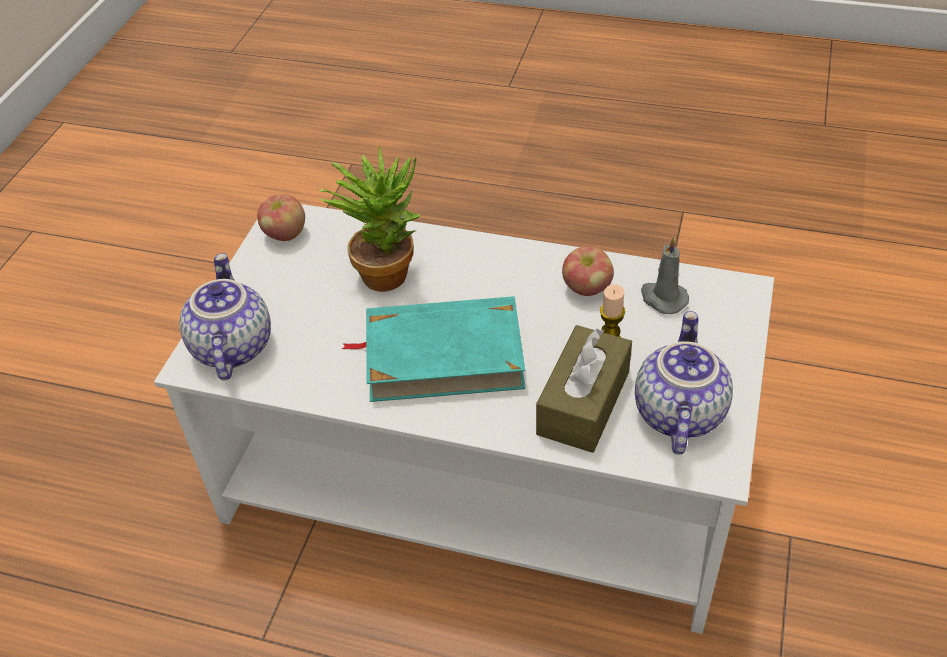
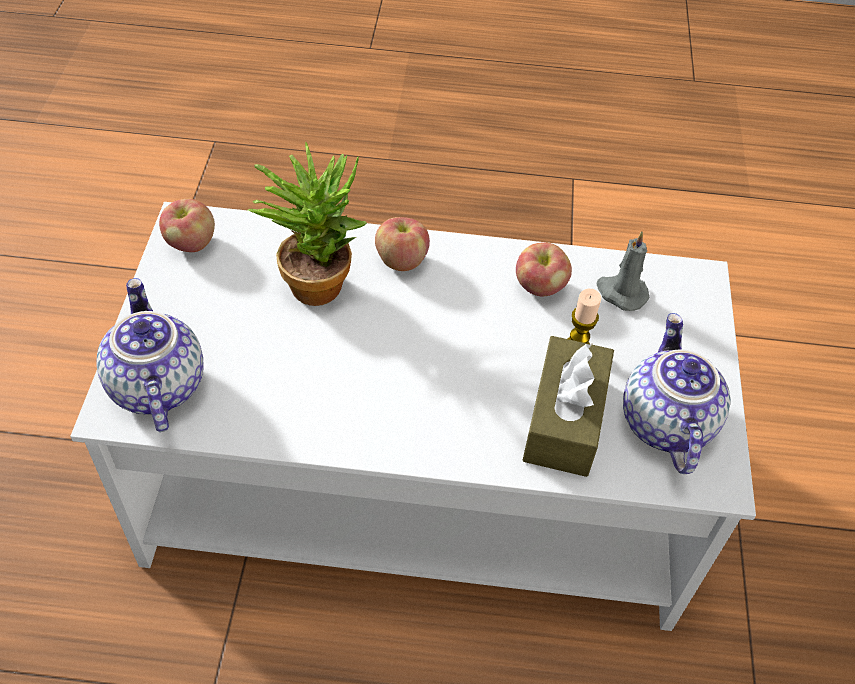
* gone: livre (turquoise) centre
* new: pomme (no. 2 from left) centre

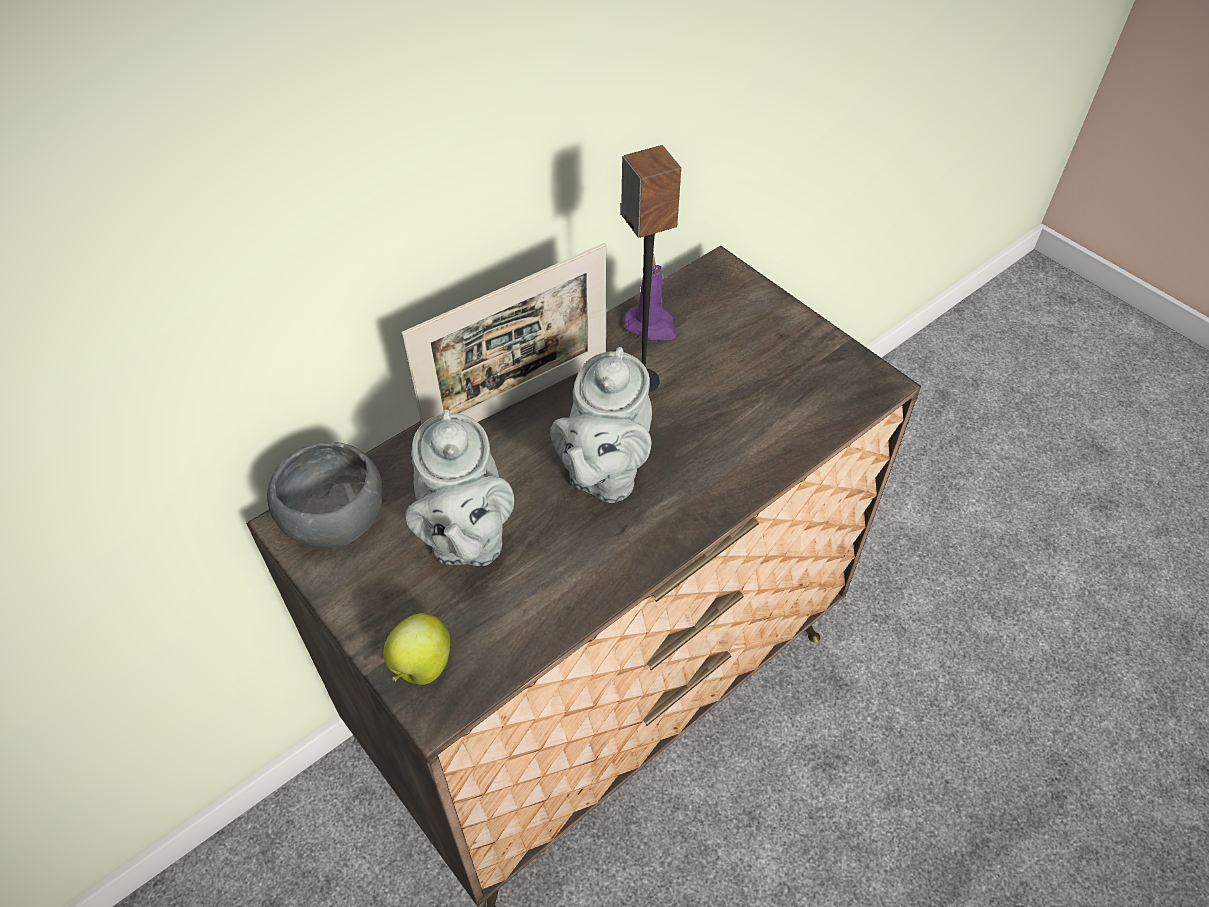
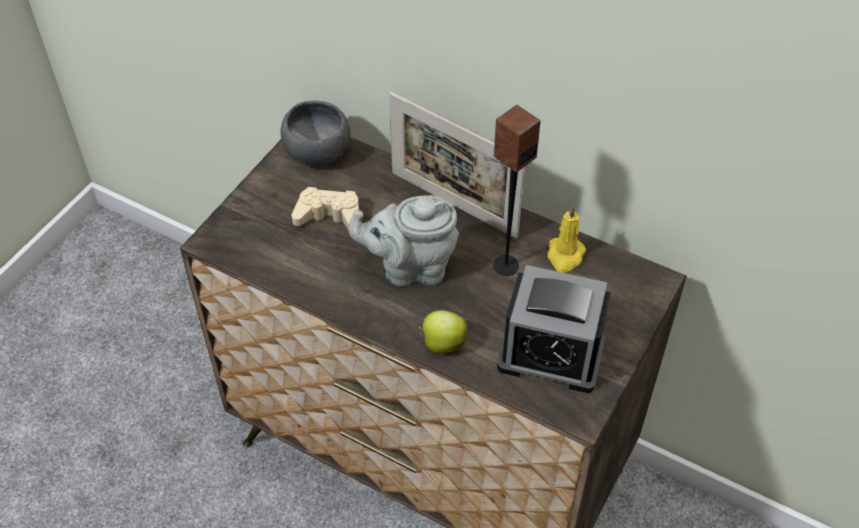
* shifted: pomme bottom centre to centre
* swapped: théière (gris) (no. 1 from left) centre to manette (beige) centre
* repainted: bougie (violet) top centre to bougie (jaune) centre
* new: réveil centre

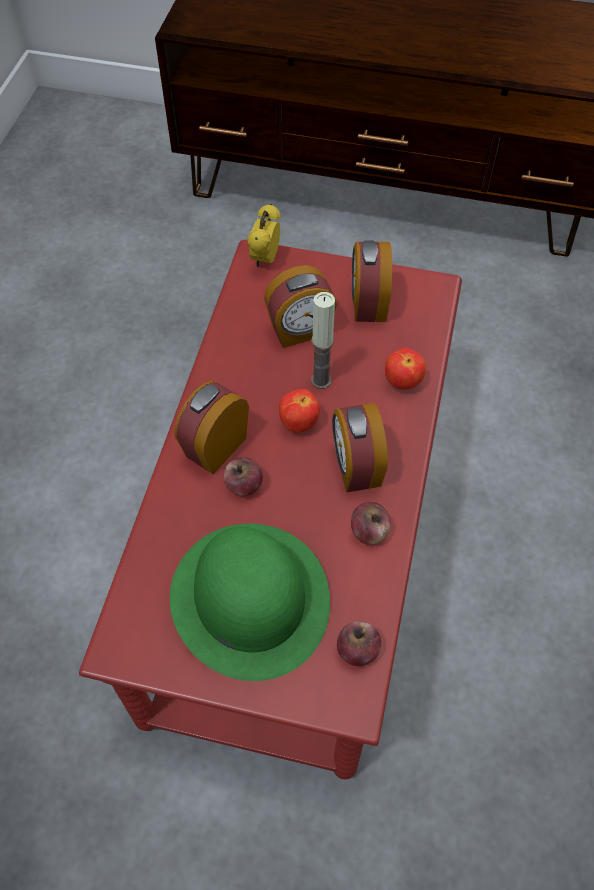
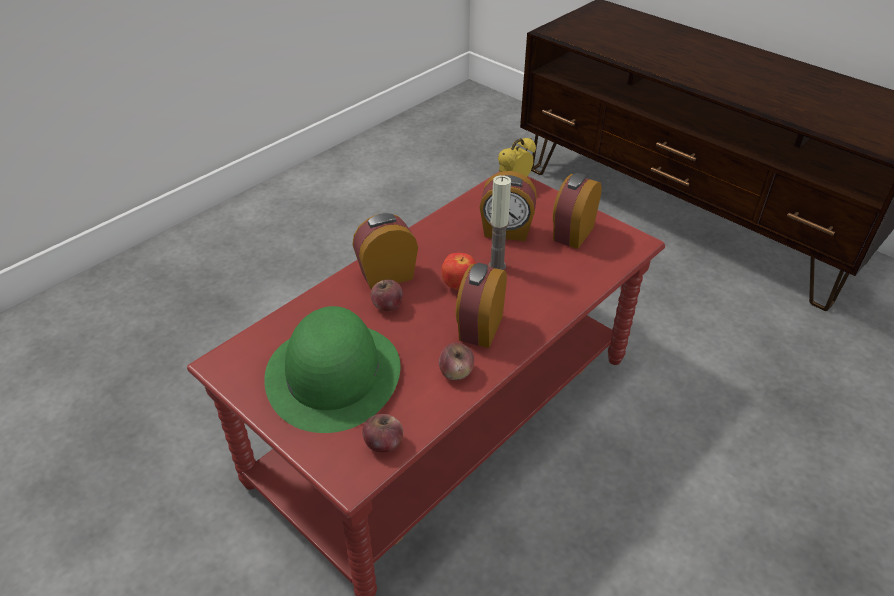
* gone: pomme (no. 5 from left) middle right

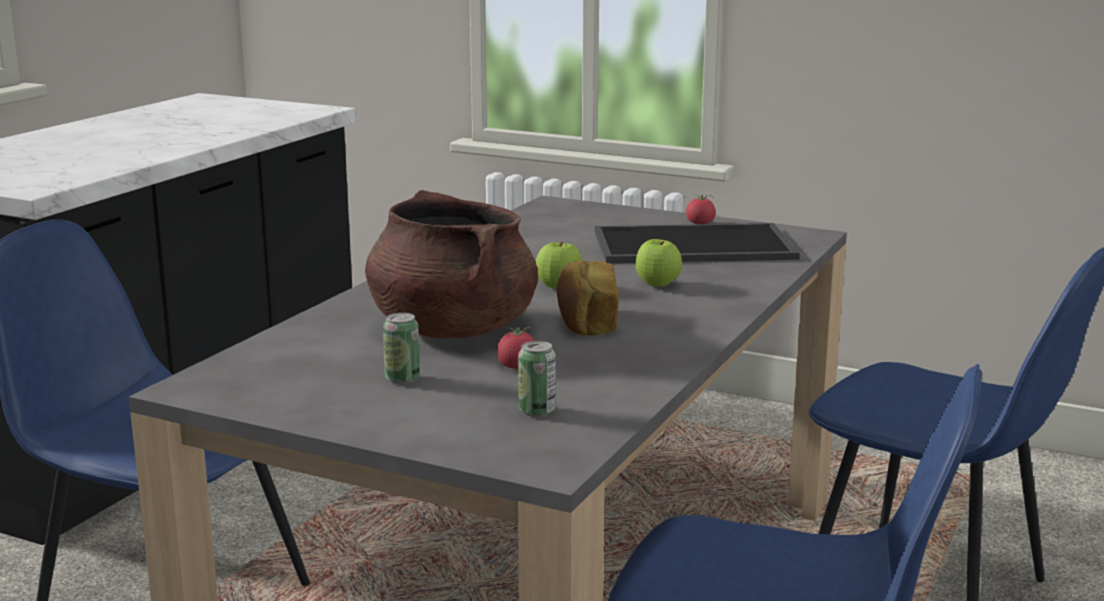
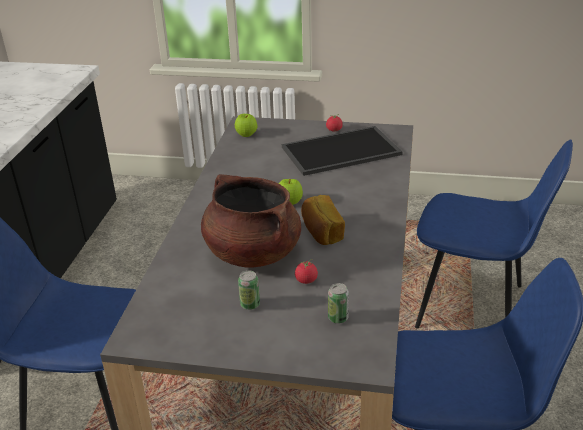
* shifted: pomme (no. 2 from left in the first image) centre to pomme (no. 1 from left) top centre

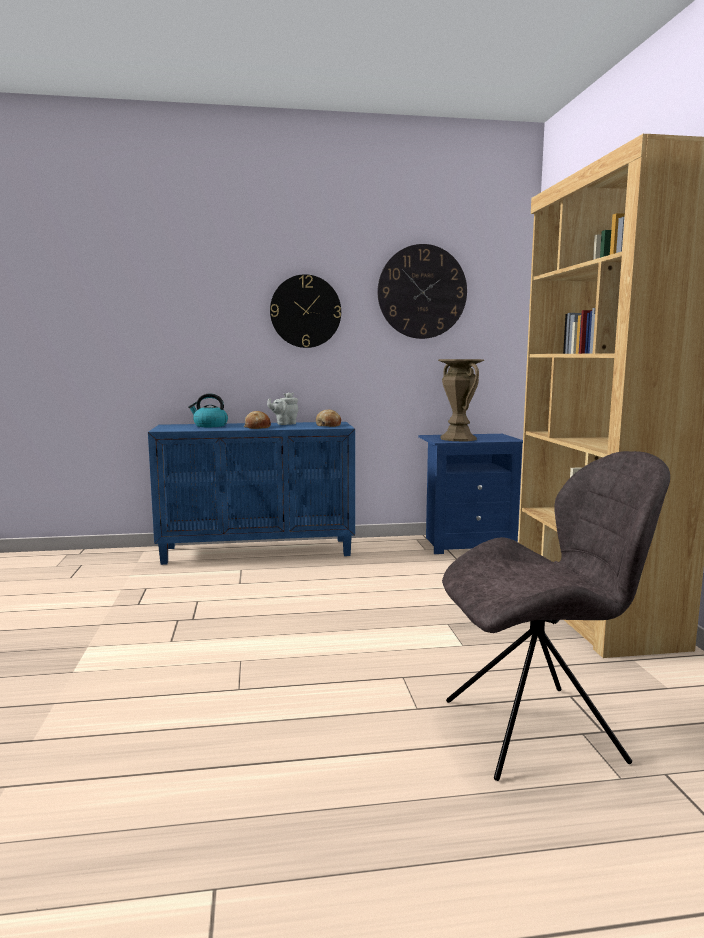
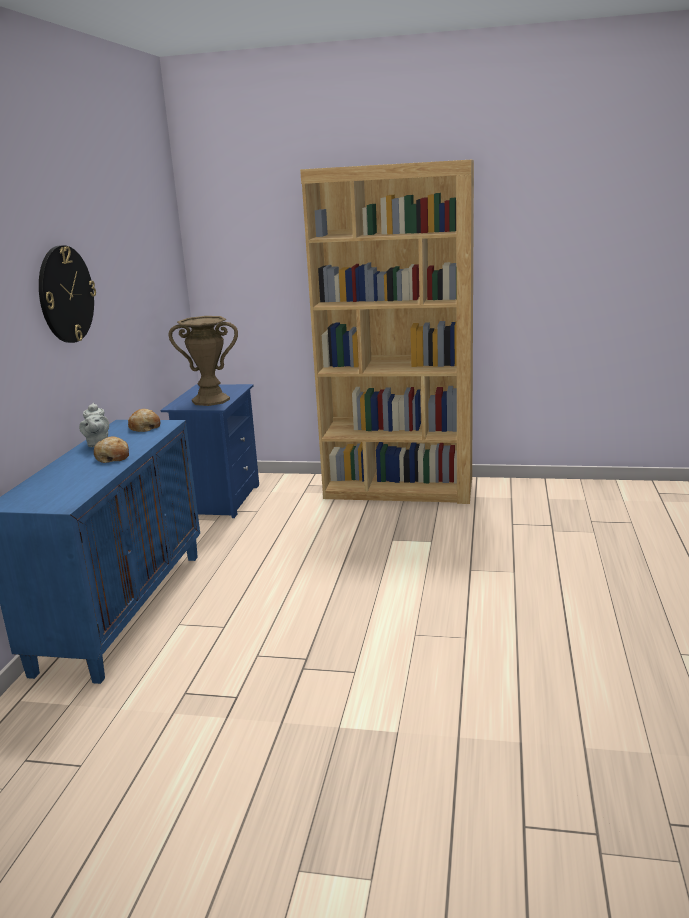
* gone: bouilloire middle left
* gone: horloge murale (no. 2 from left) top centre
* gone: chaise (gris) middle right

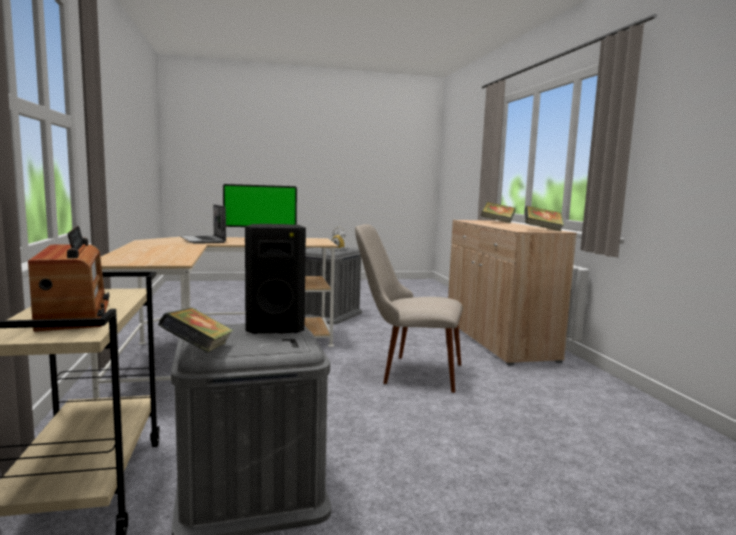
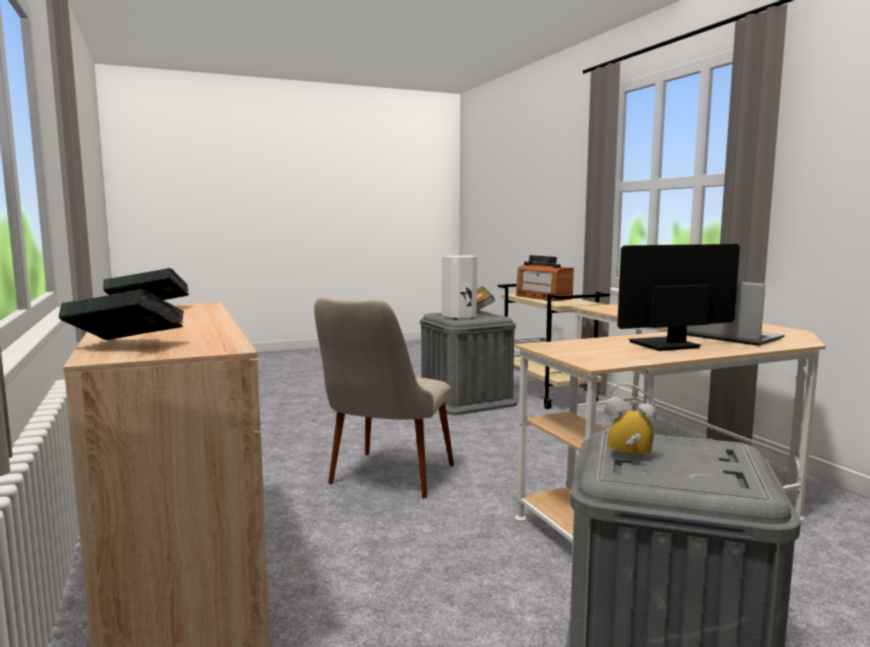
* repainted: enceinte (noir) centre to enceinte (blanc) centre
* rotated: chaise (beige) centre = centre 105 degrees clockwise

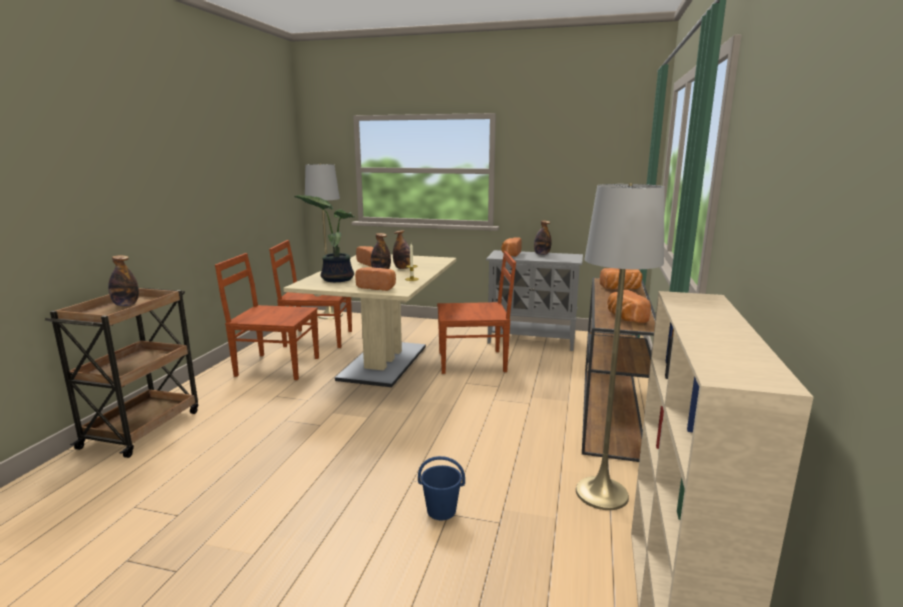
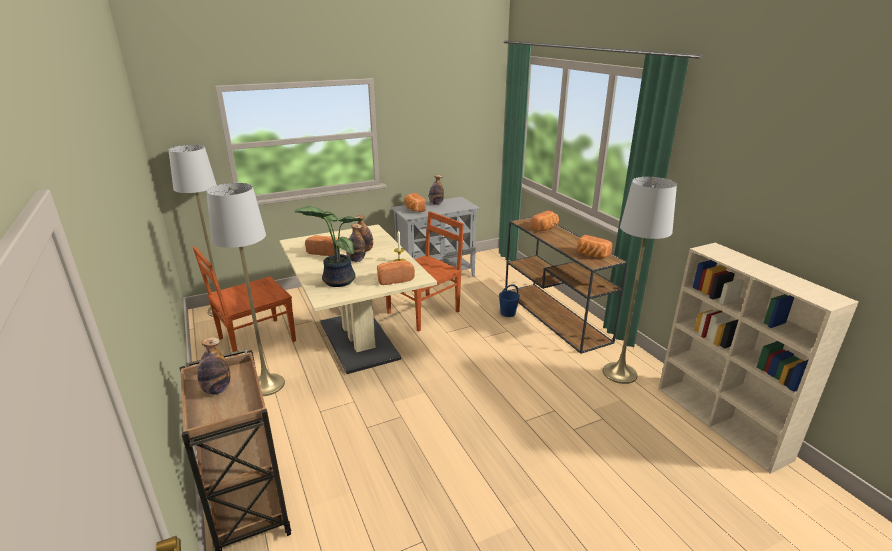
* swapped: chaise (marron) (no. 1 from left) middle left to lampadaire (gris) (no. 2 from left) middle left
* shifted: seau (bleu) bottom centre to centre

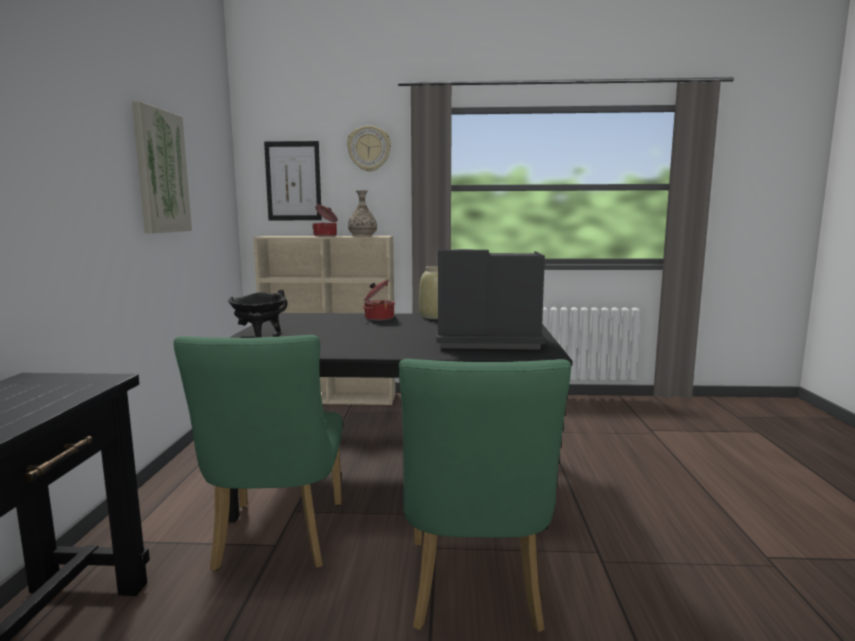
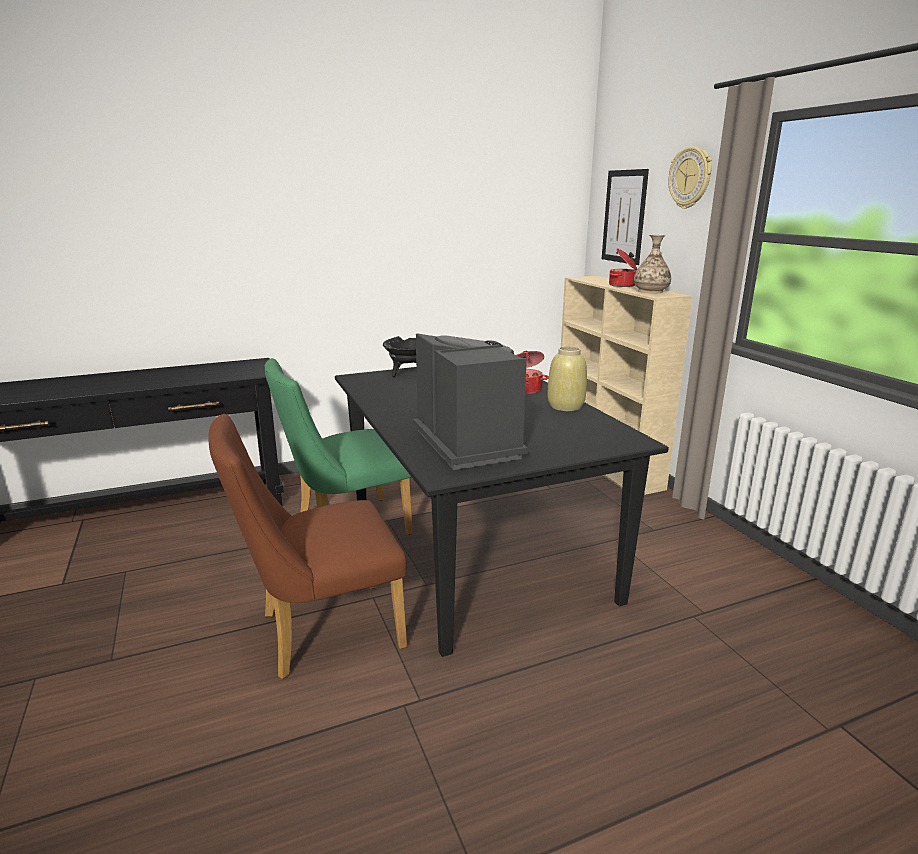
* gone: tableau (no. 1 from left) top left
* repainted: chaise (vert) (no. 2 from left) bottom centre to chaise (marron) centre

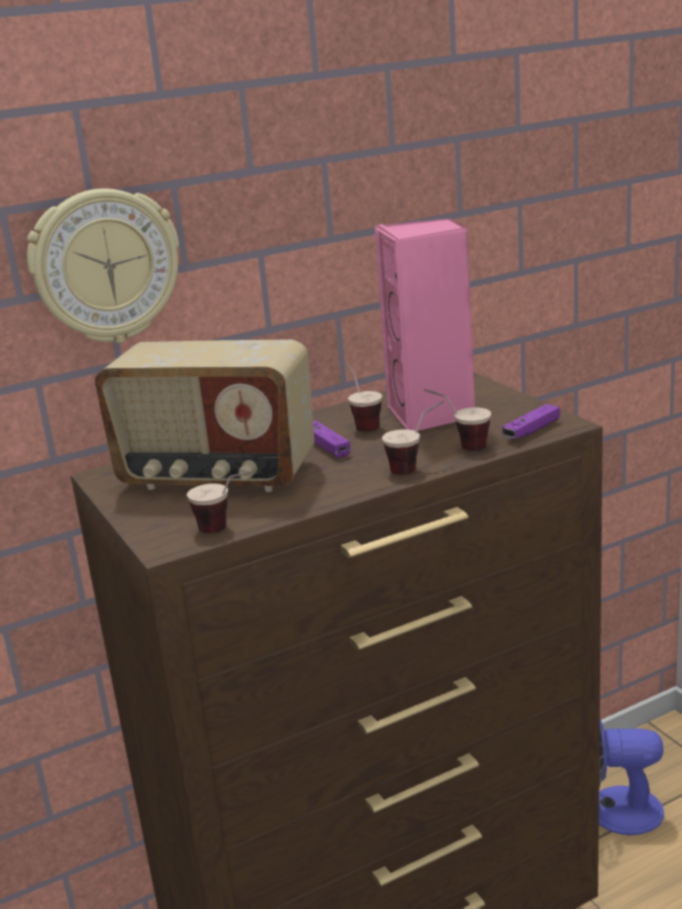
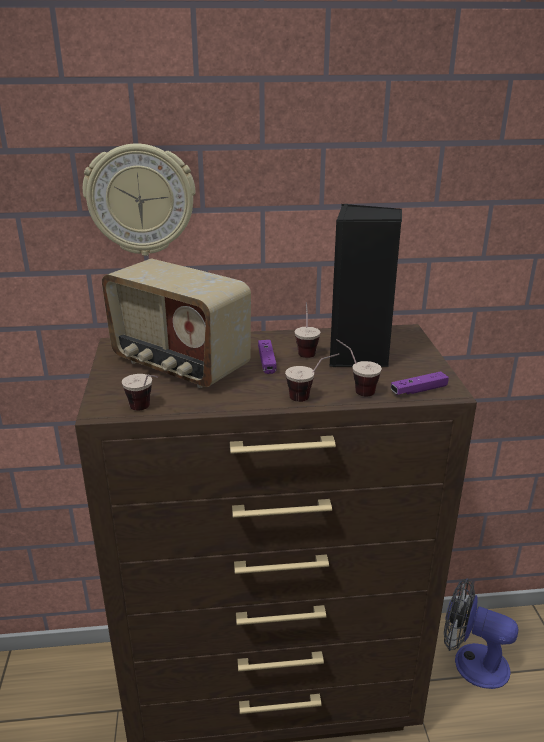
* repainted: enceinte (rose) centre to enceinte (noir) middle right

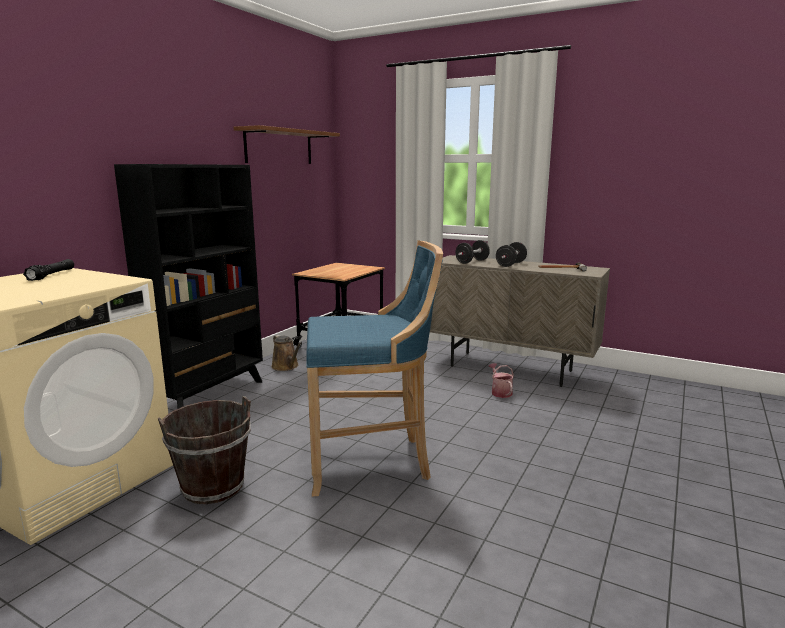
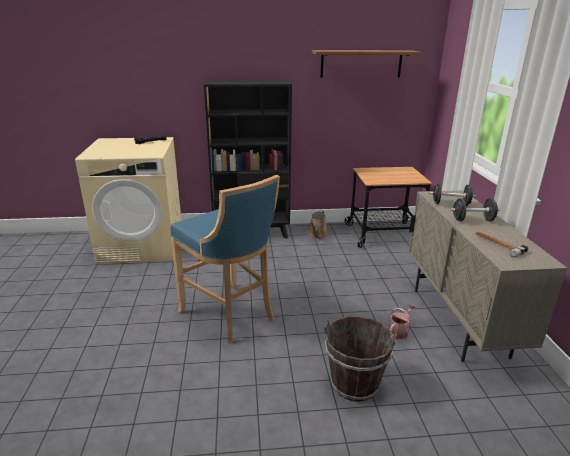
* shifted: seau (marron) bottom left to bottom centre

